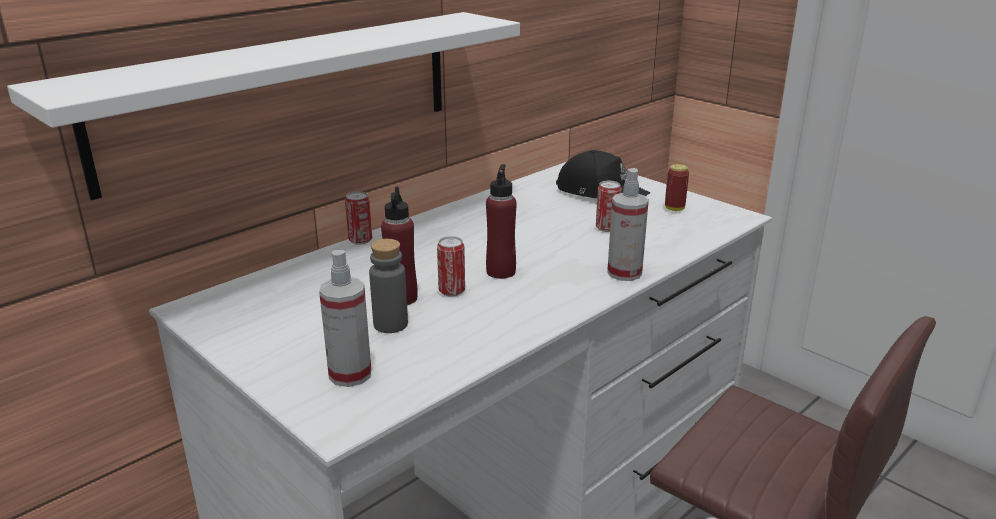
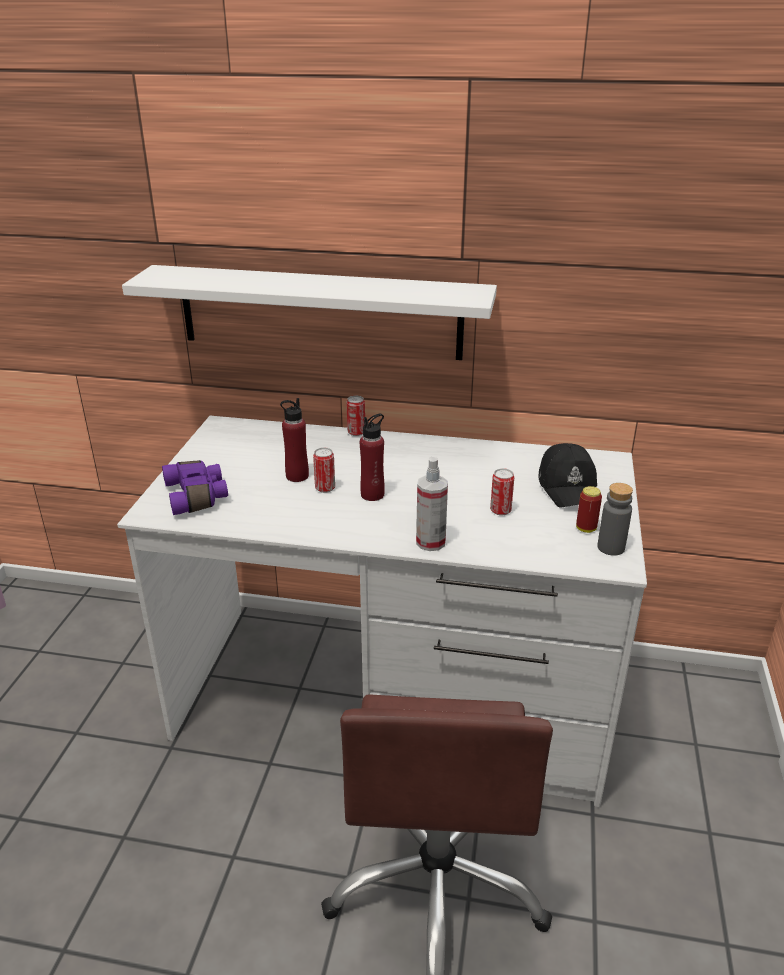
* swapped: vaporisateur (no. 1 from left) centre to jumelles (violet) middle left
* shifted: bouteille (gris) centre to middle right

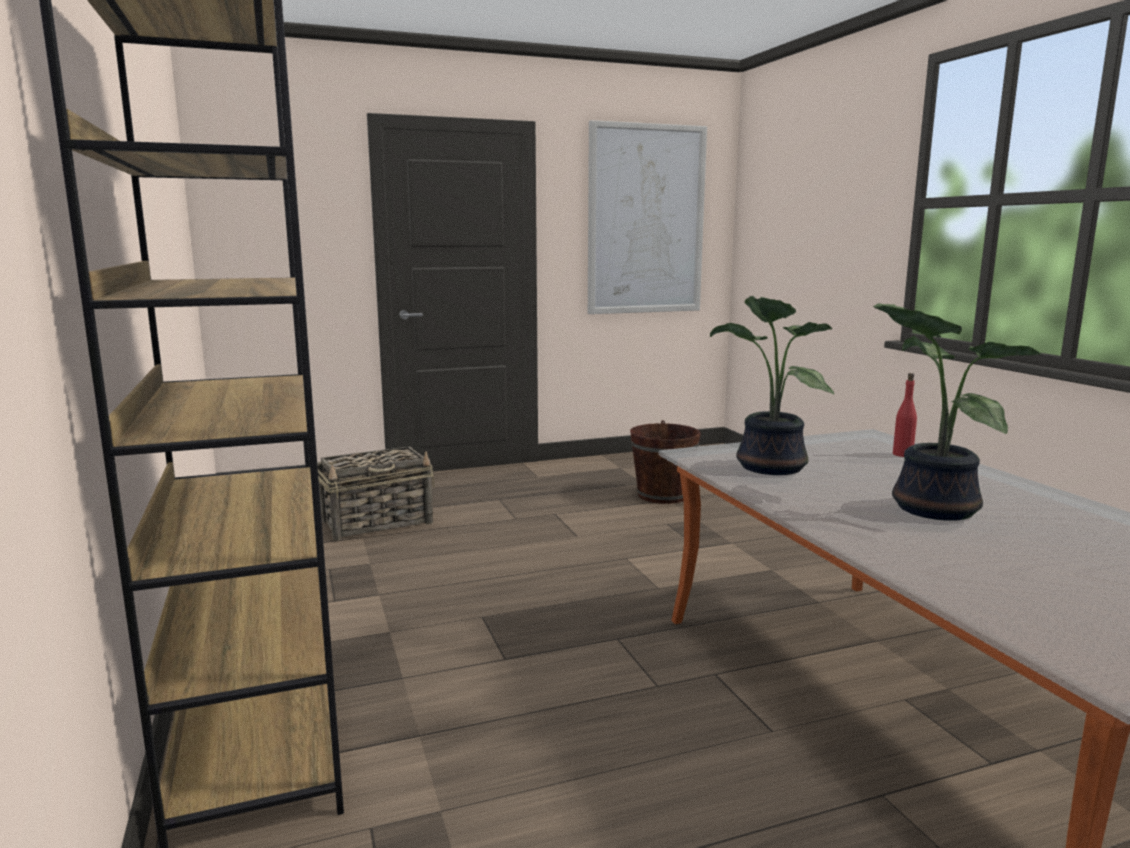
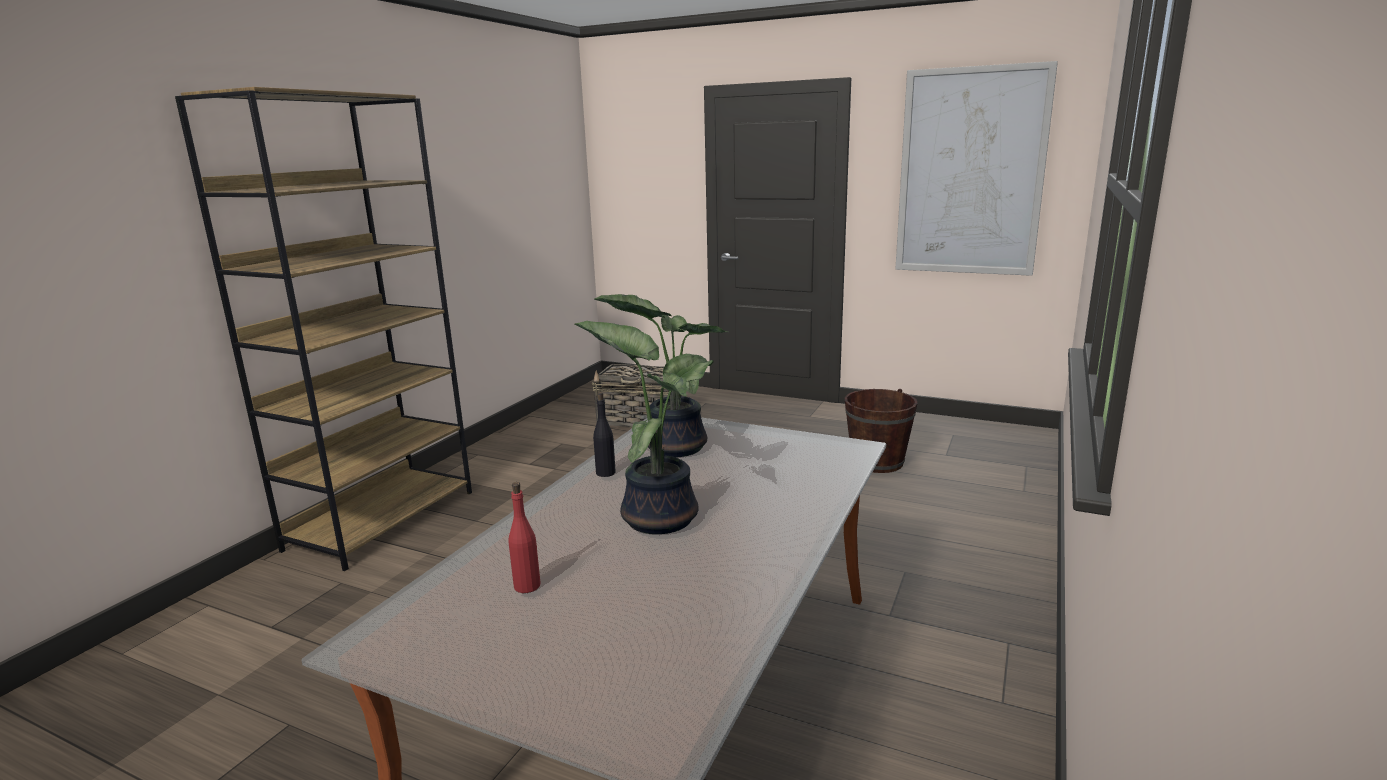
* shifted: bouteille (rouge) middle right to bottom centre
* new: bouteille (noir) centre

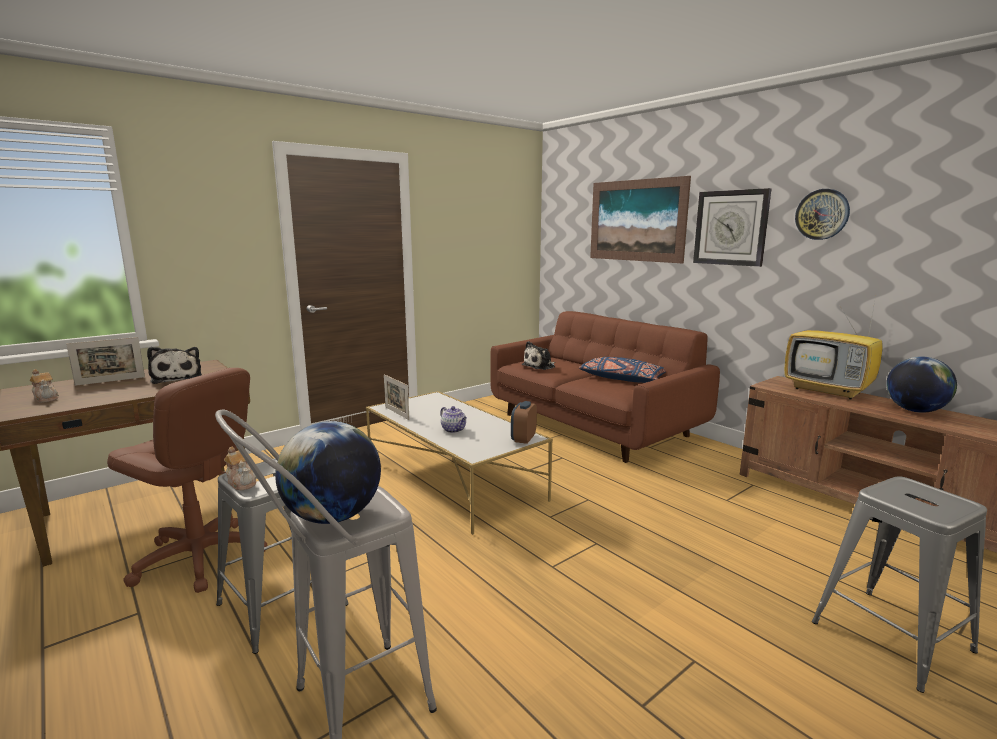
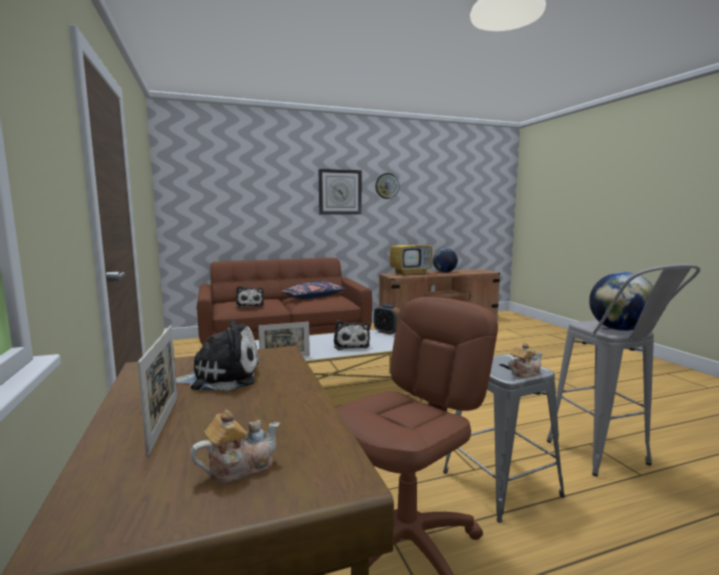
* swapped: théière (no. 3 from left) centre to peluche (no. 3 from left) centre
* gone: tableau top centre
* gone: tabouret (gris) (no. 3 from left) bottom right

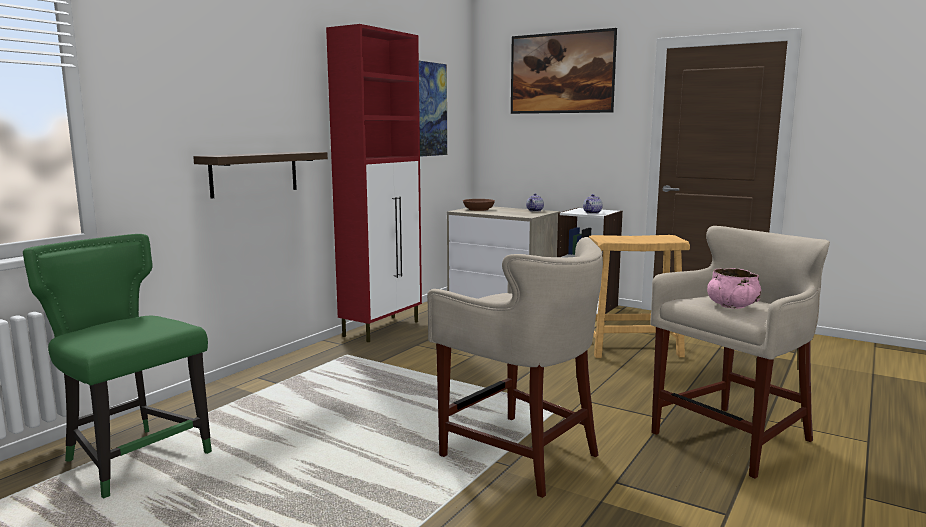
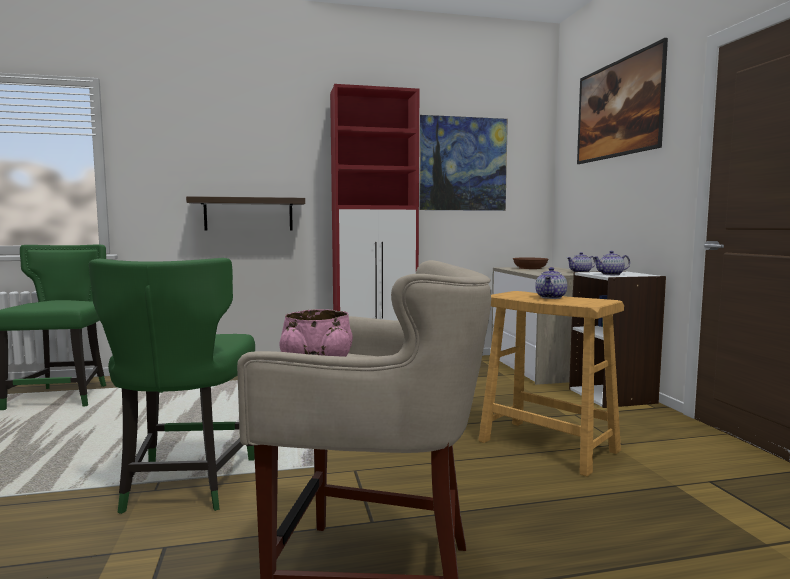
* swapped: tabouret (beige) (no. 1 from left) bottom centre to chaise (vert) (no. 2 from left) bottom left
* new: théière (no. 1 from left) middle right

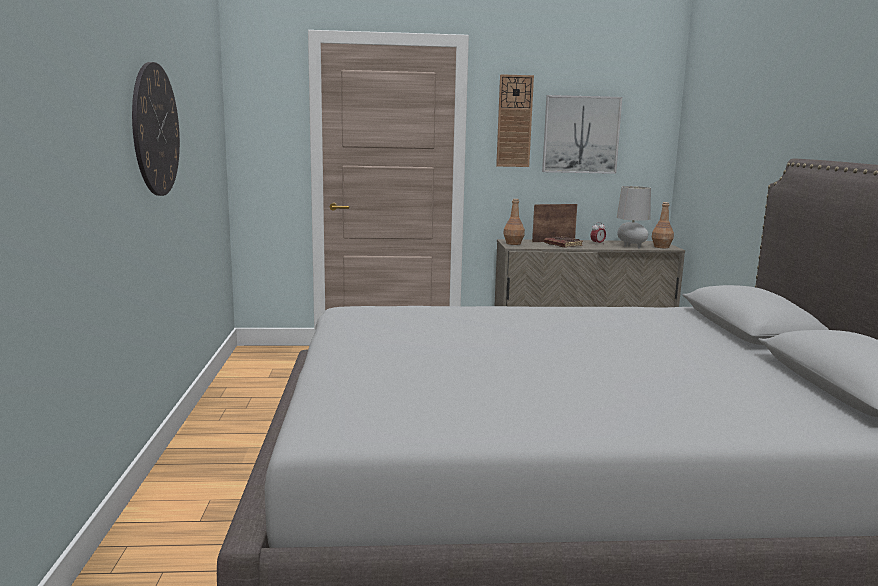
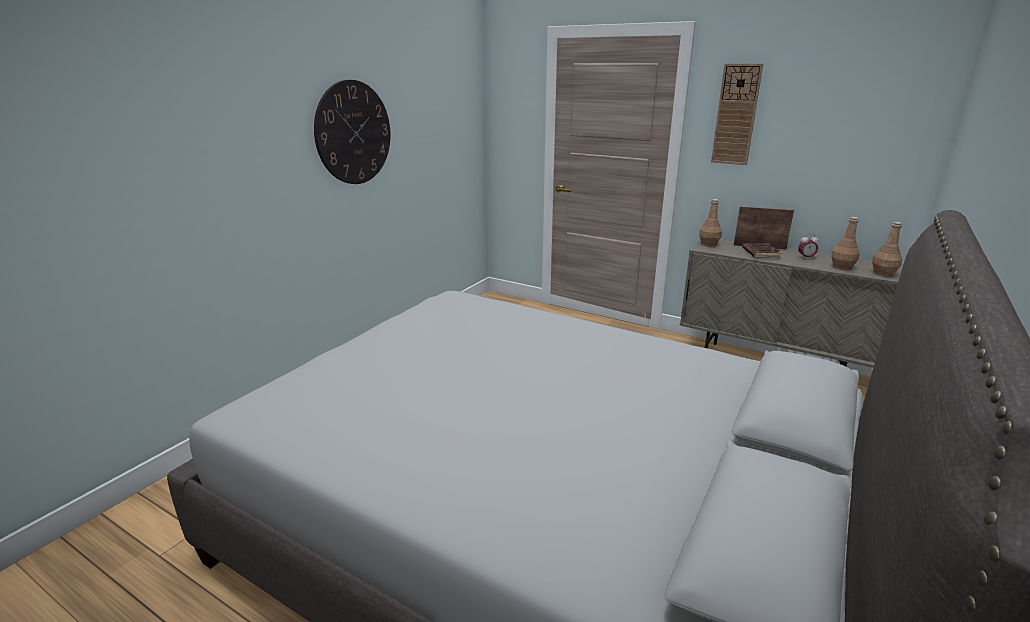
* gone: tableau top centre
* swapped: lampe de table (gris) middle right to bouteille (marron) (no. 2 from left) middle right

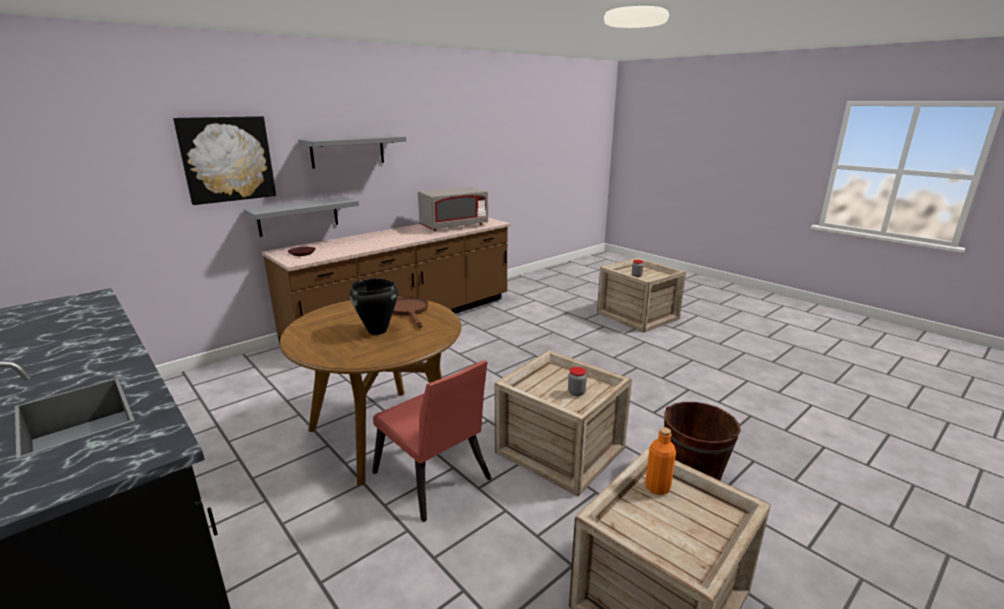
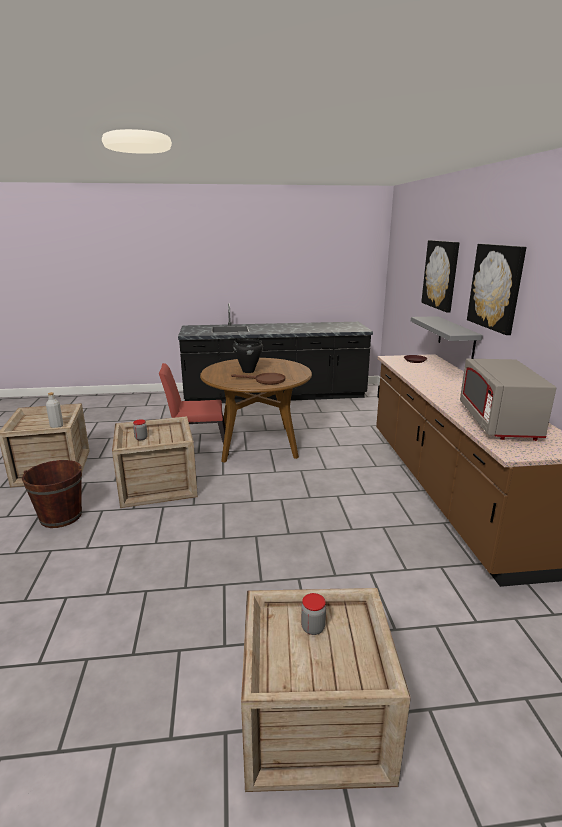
* swapped: étagère (gris) (no. 2 from left) top centre to tableau (no. 2 from left) middle right
* repainted: bouteille (orange) bottom centre to bouteille (gris) middle left

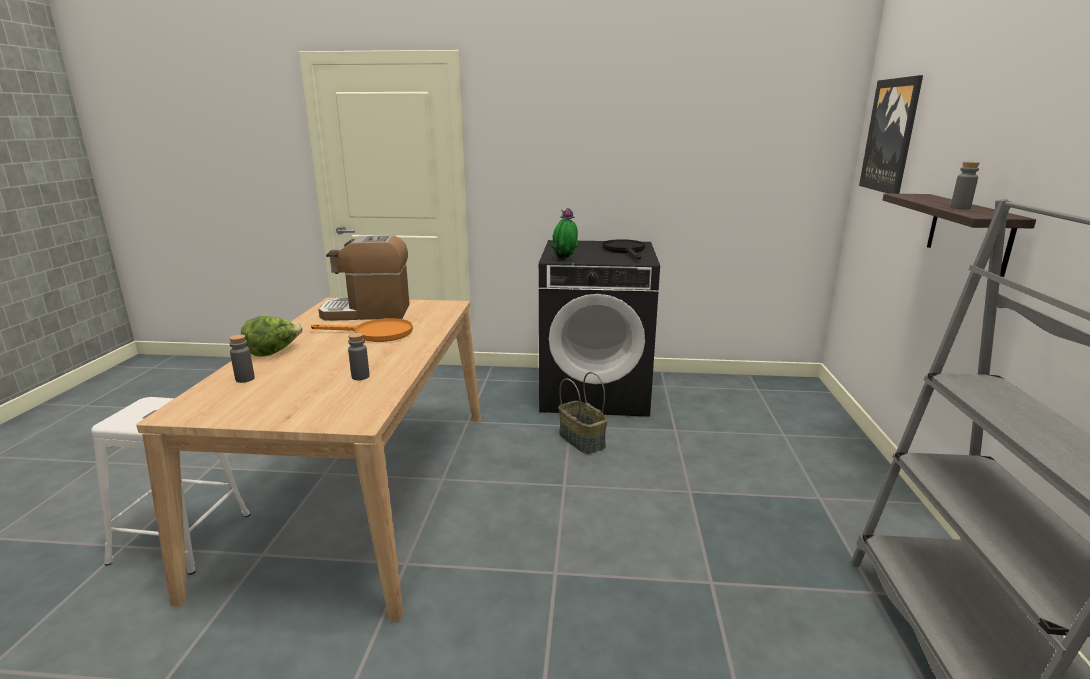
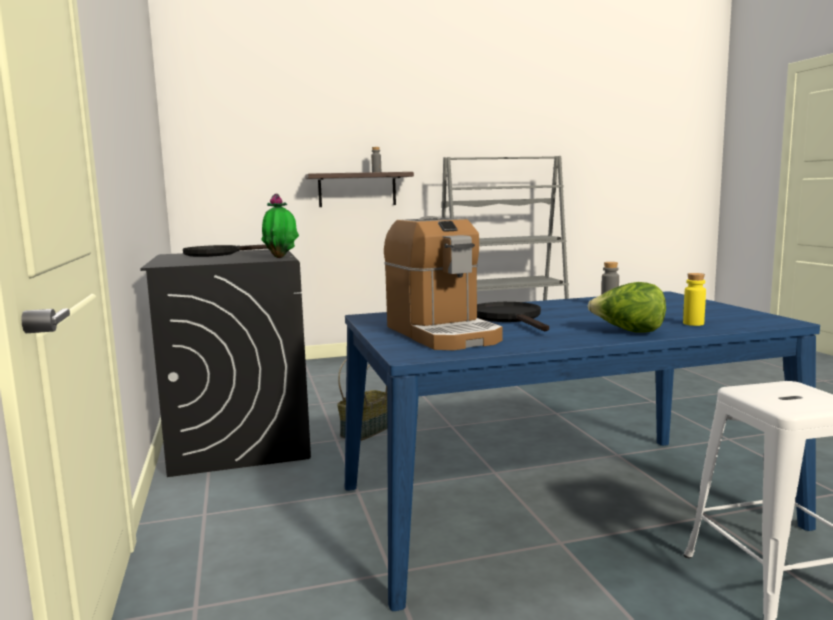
* repainted: table à manger (beige) bottom left to table à manger (bleu) bottom right
* repainted: bouteille (gris) (no. 1 from left) middle left to bouteille (jaune) middle right
* repainted: poêle (orange) middle left to poêle (noir) (no. 2 from left) centre
* gone: tableau top right

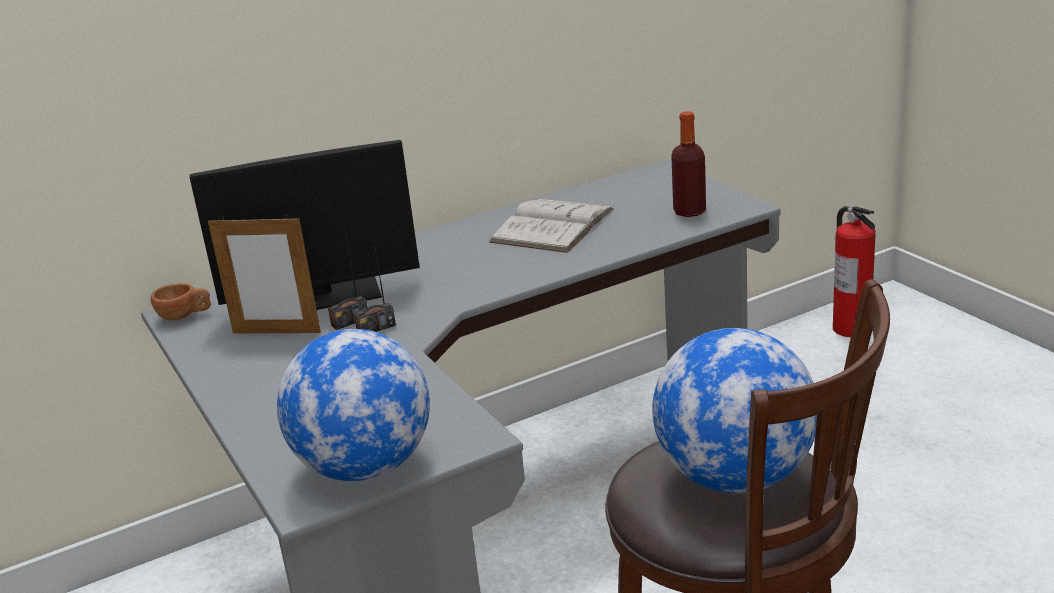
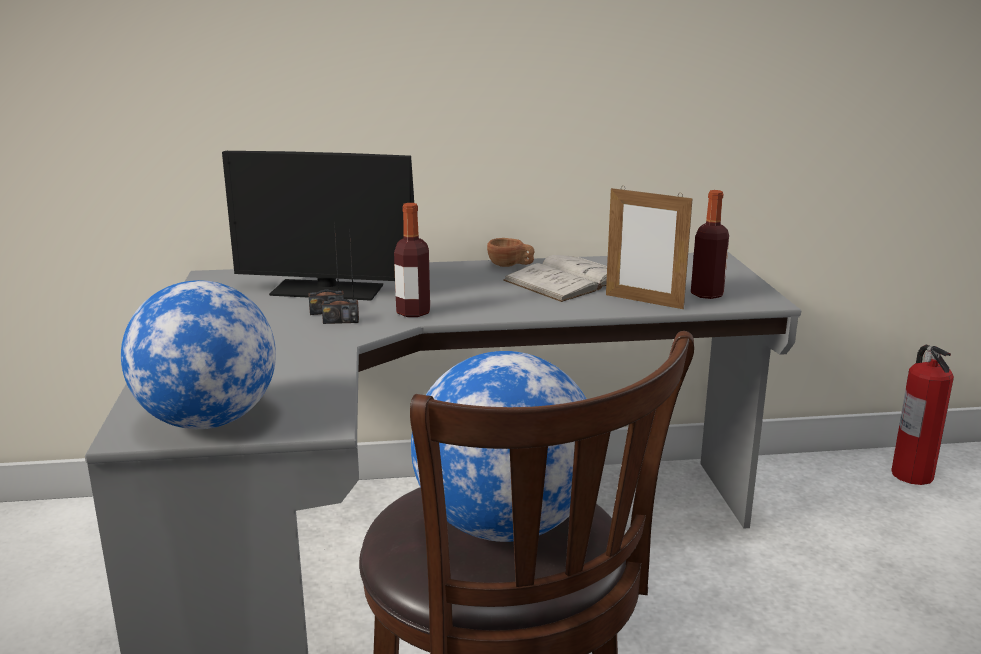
* shifted: tasse (marron) middle left to centre
* shifted: cadre photo middle left to centre
* new: bouteille (no. 1 from left) centre

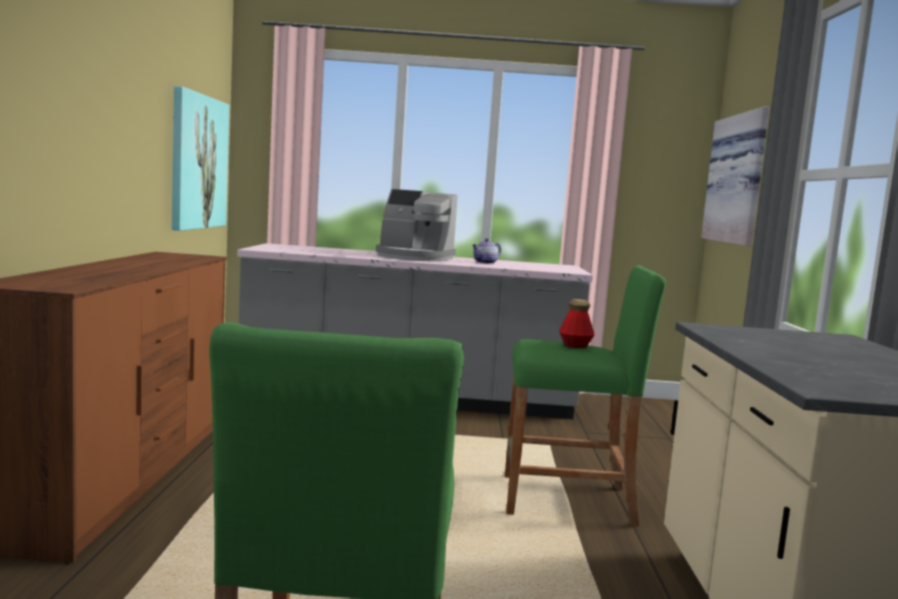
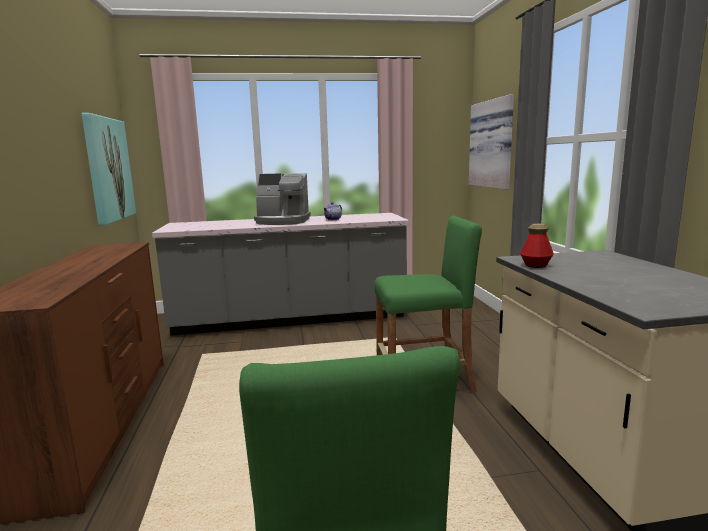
* shifted: bouteille centre to middle right

